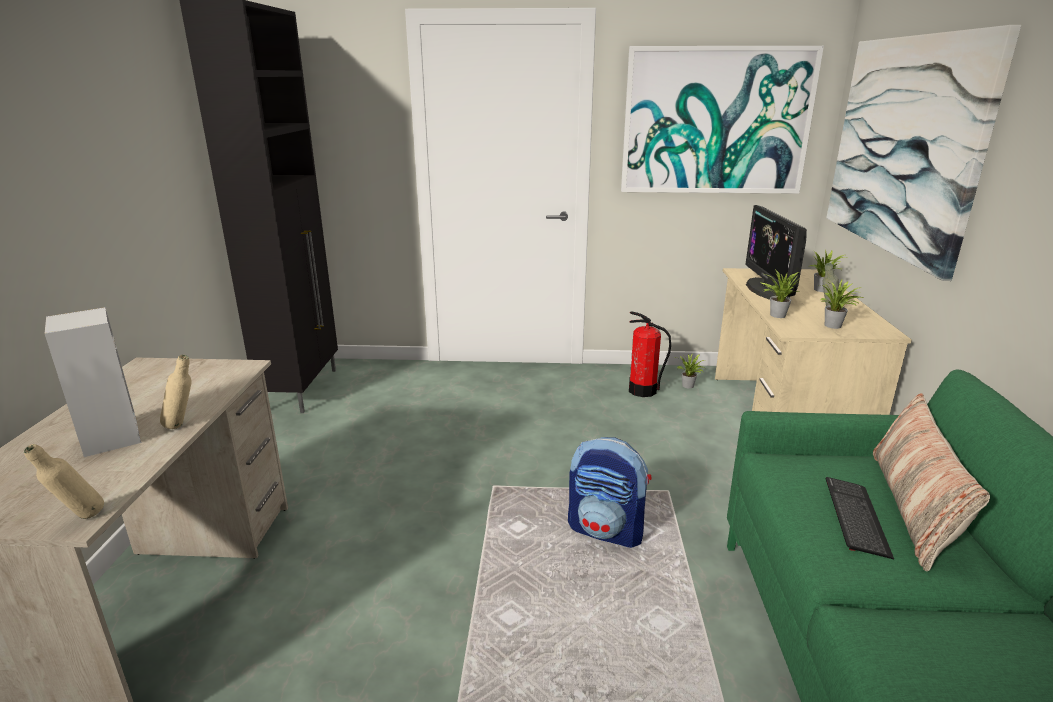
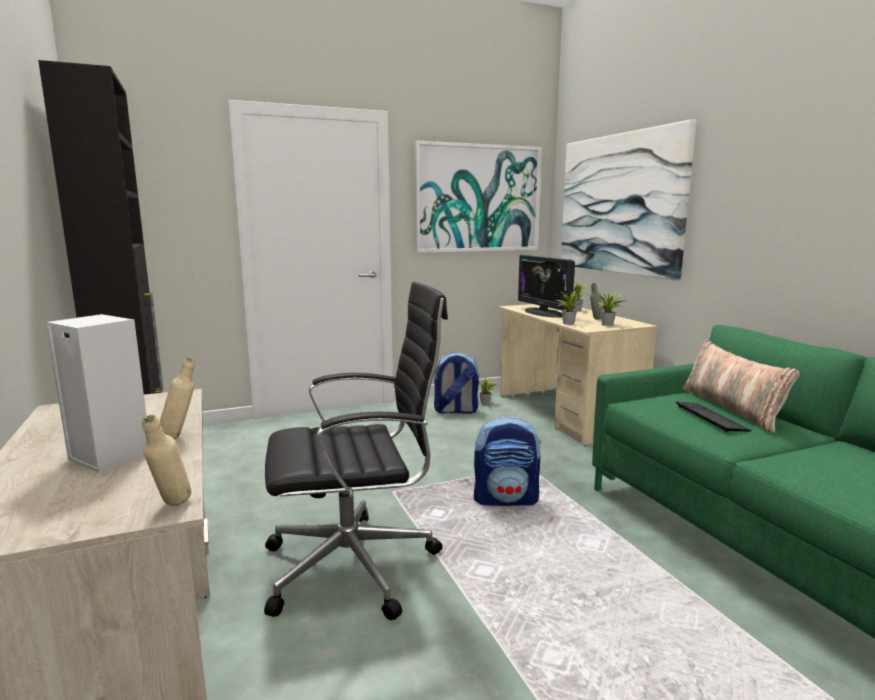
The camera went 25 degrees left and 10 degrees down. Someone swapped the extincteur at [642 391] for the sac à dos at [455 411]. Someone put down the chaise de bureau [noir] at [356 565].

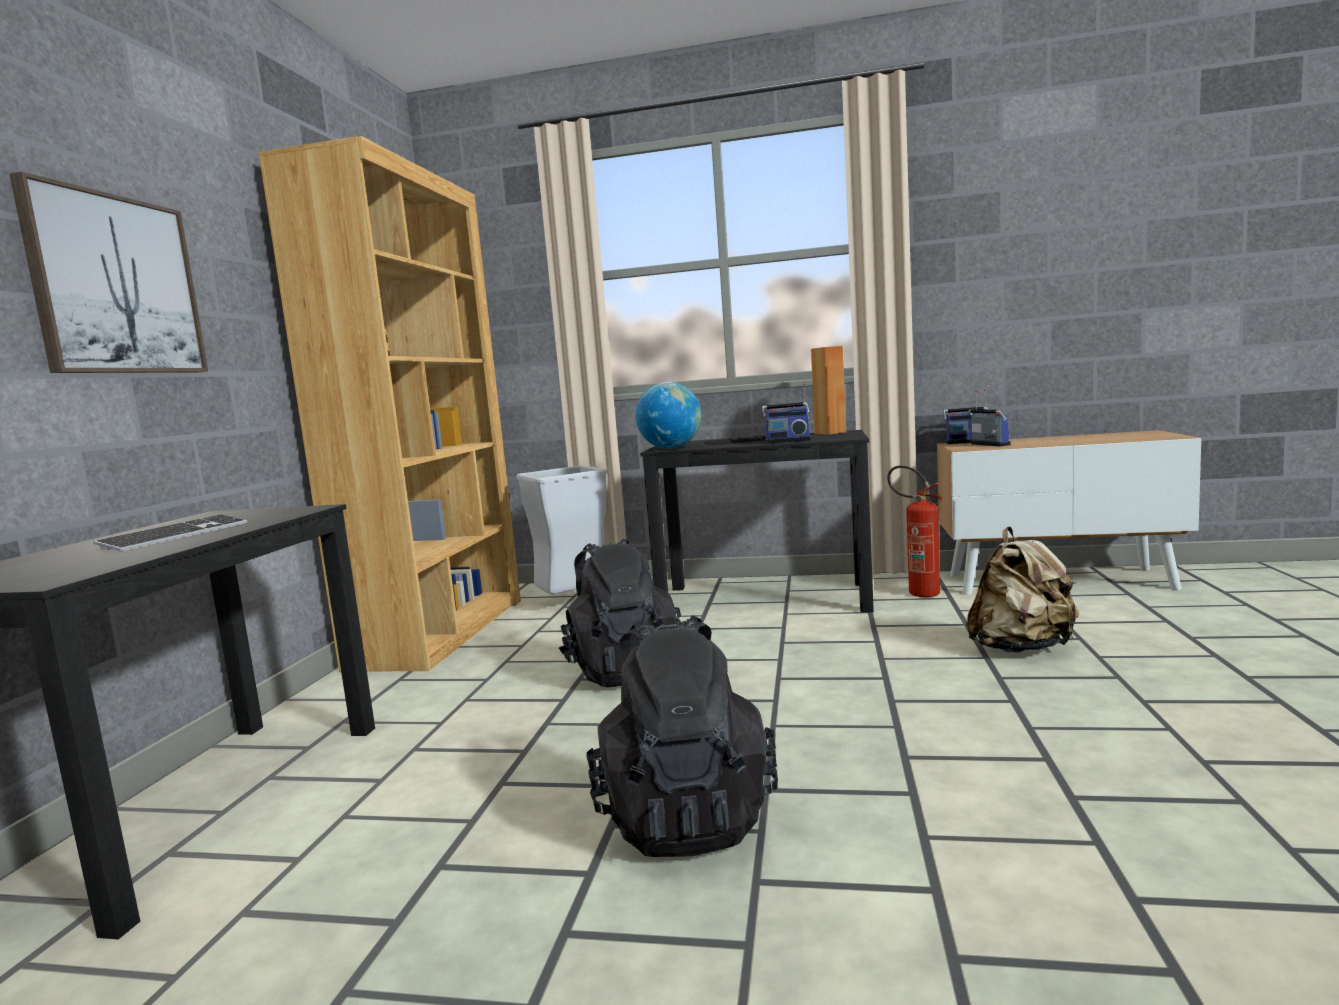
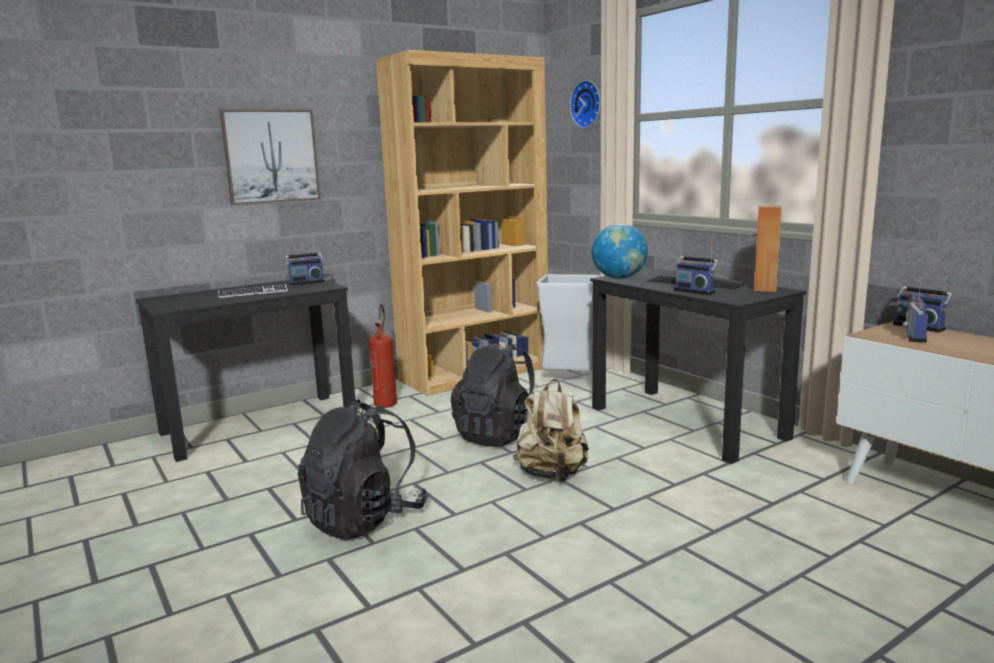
The camera went 45 degrees right and 5 degrees up. Someone carried the extincteur from [917 592] to [386 402]. Someone carried the sac à dos [beige] from [1021 648] to [552 475]. Someone put down the radio at [306 282]. Someone put up the horloge murale at [587 104].

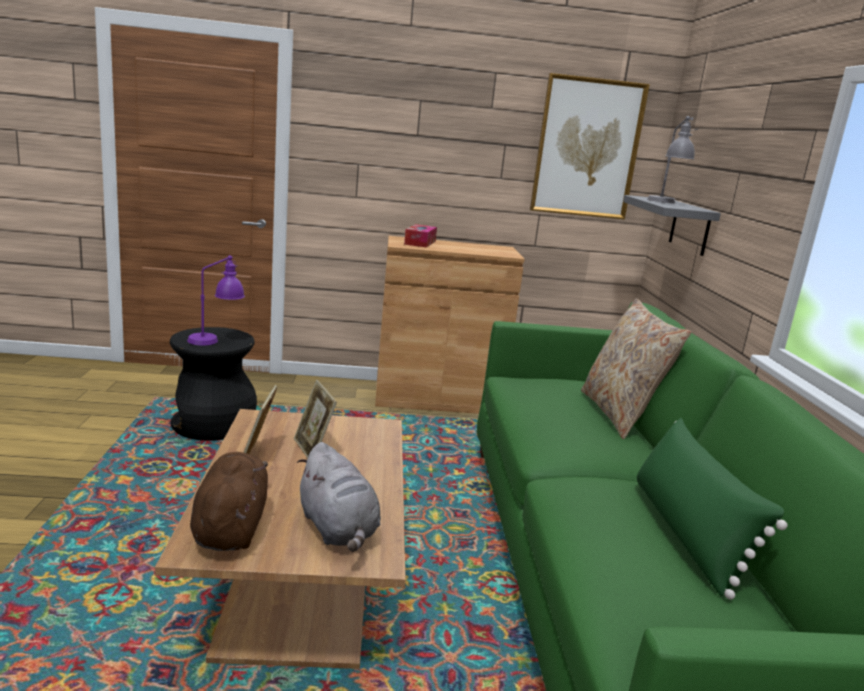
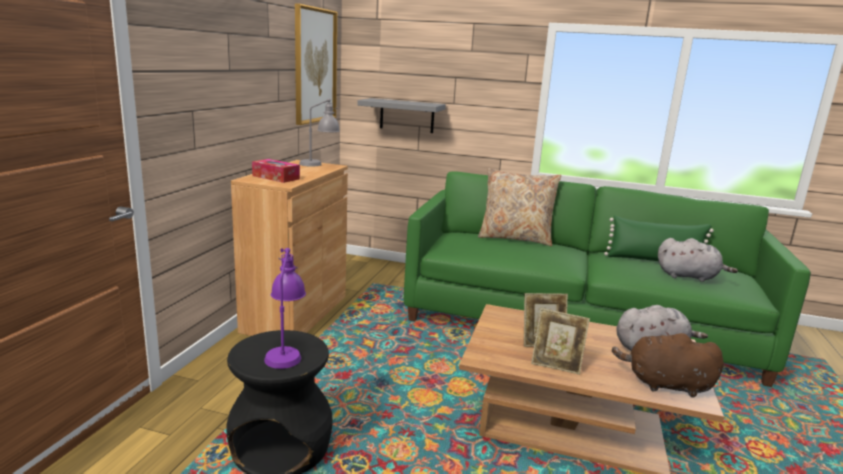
The camera went 70 degrees left and 0 degrees up. Someone carried the lampe de table [gris] from [666 202] to [319 165]. Someone put down the peluche [gris] at [689 276].

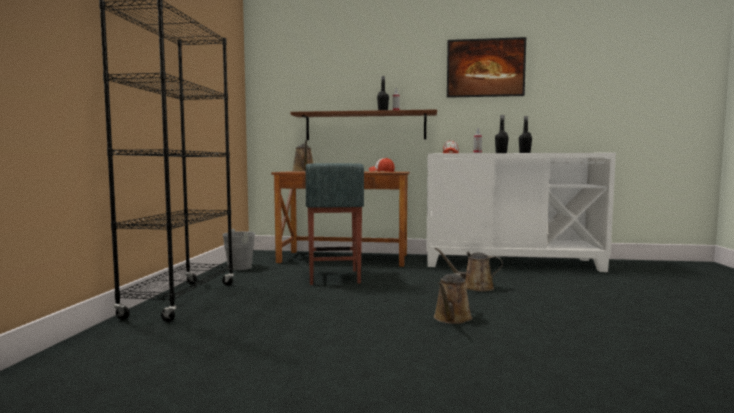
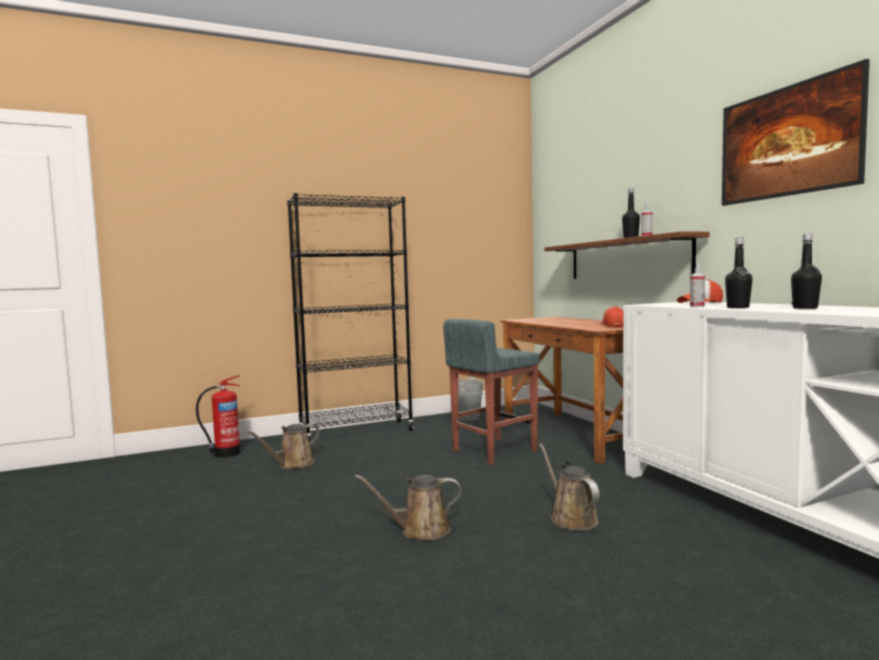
The camera went 60 degrees right and 0 degrees up. Someone carried the arrosoir [marron] from [304 171] to [293 464]. Someone put down the extincteur at [225 453].

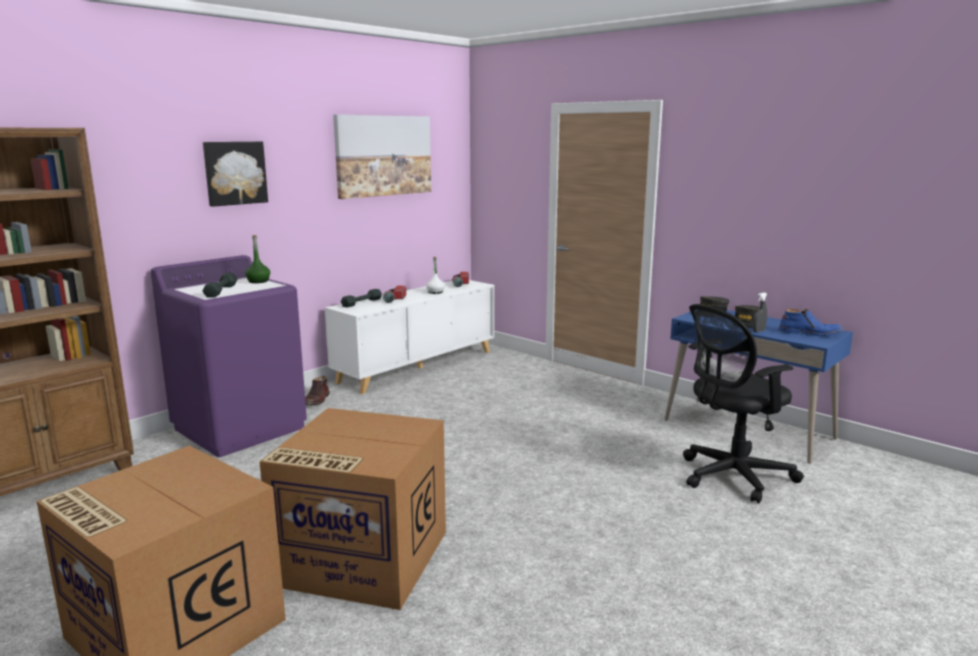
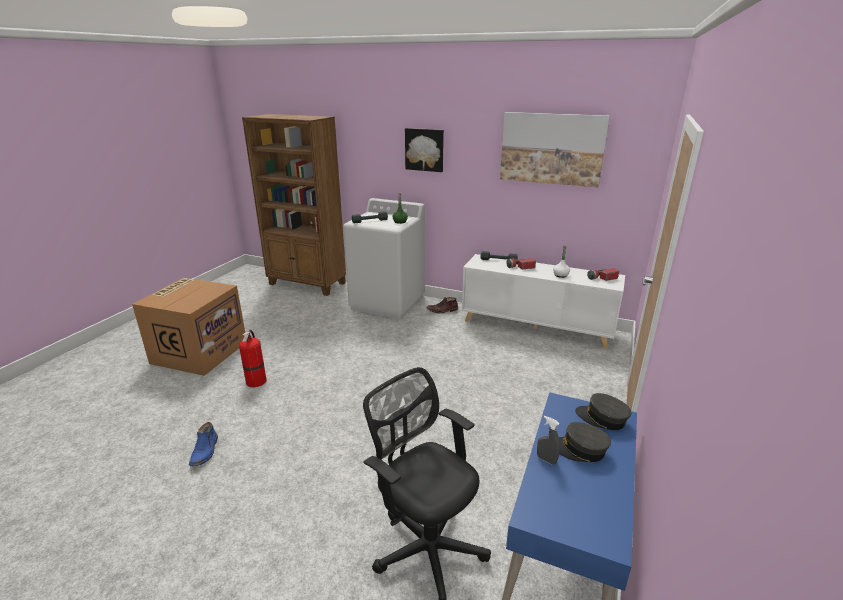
The camera went 70 degrees right and 10 degrees up. Someone repainted the lave-linge [violet] at [240 428], which became the lave-linge [blanc] at [388 302]. Someone swapped the carton at [361 558] for the extincteur at [256 380]. Someone carried the botte [bleu] from [809 333] to [205 451].

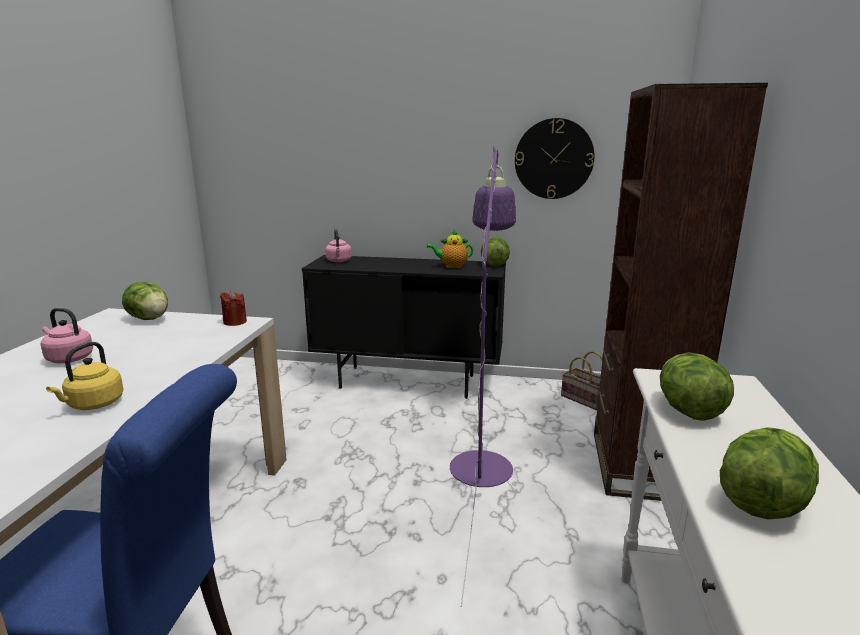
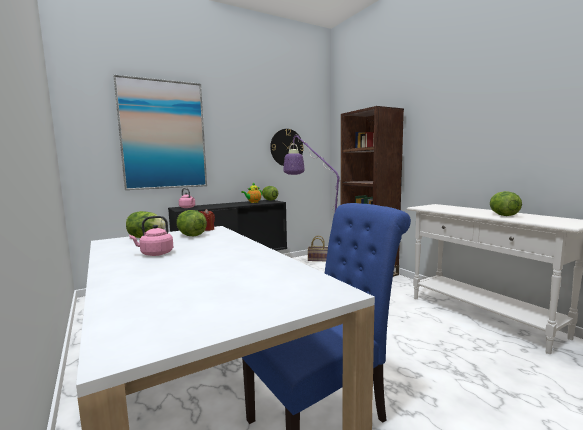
The camera went 40 degrees left and 10 degrees down. Someone took away the bouilloire [jaune] at [93 404]. Someone carried the laitue from [688 411] to [191 235]. Someone put up the tableau at [163 135].

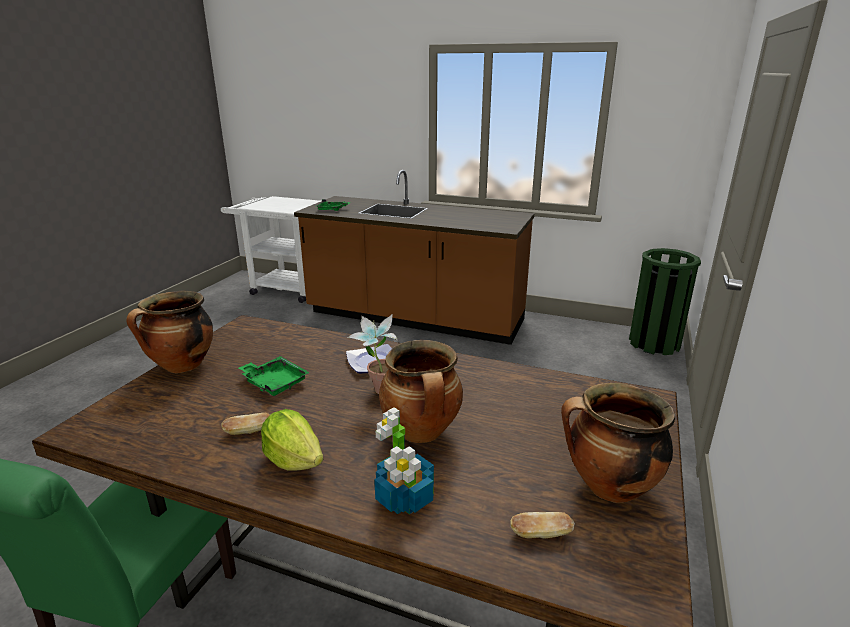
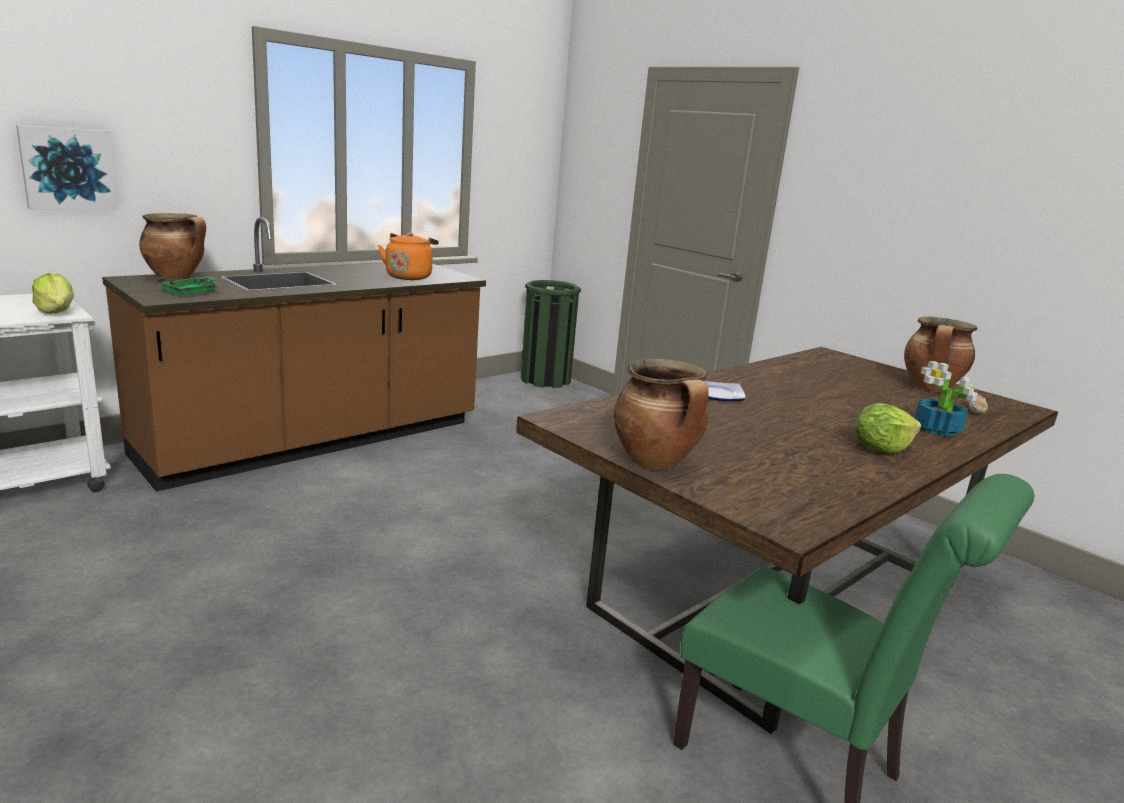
The camera went 65 degrees left and 5 degrees down. Someone took away the pain at [249 432]. Someone took away the plateau [vert] at [274 383]. Someone took away the plante en pot at [378 392]. Someone carried the marmite from [422 433] to [177 277]. Someone put up the tableau at [68 168]. Someone put down the laitue at [56 312]. Someone put down the bouilloire [orange] at [409 277].

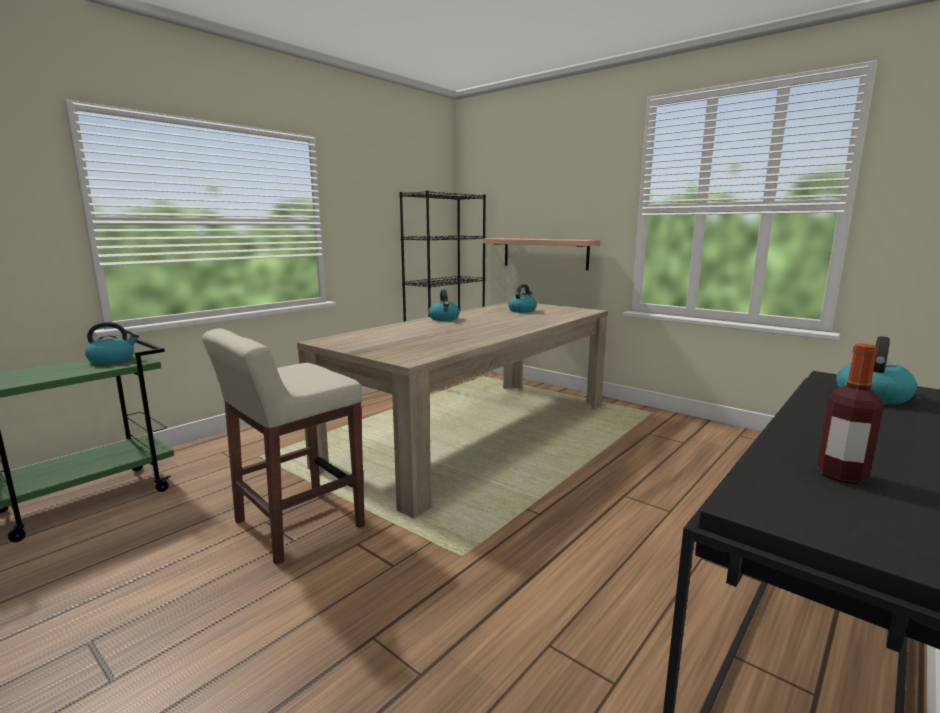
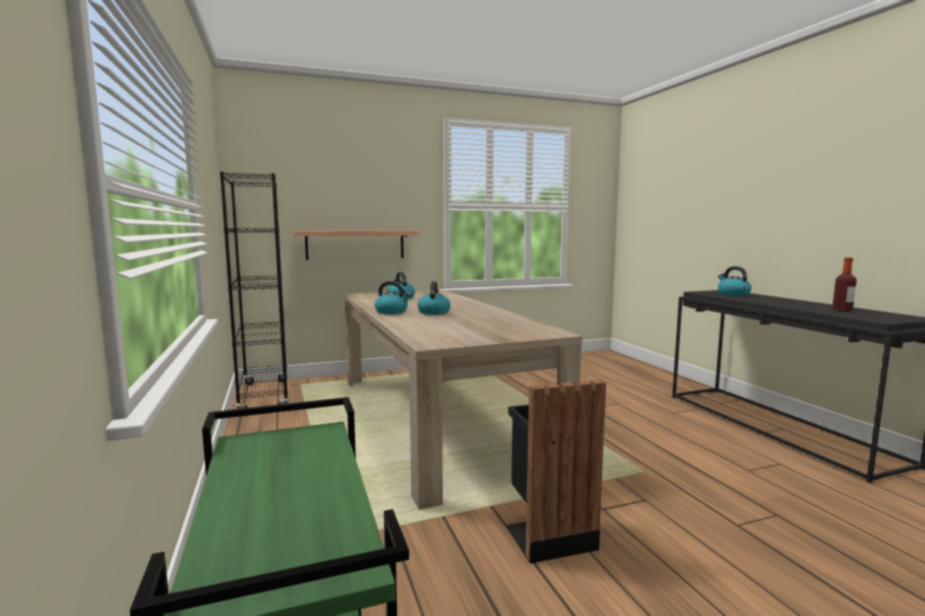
The camera went 60 degrees left and 5 degrees down. Someone carried the bouilloire from [112 360] to [433 312]. Someone swapped the tabouret [beige] at [297 525] for the poubelle [noir] at [548 534].

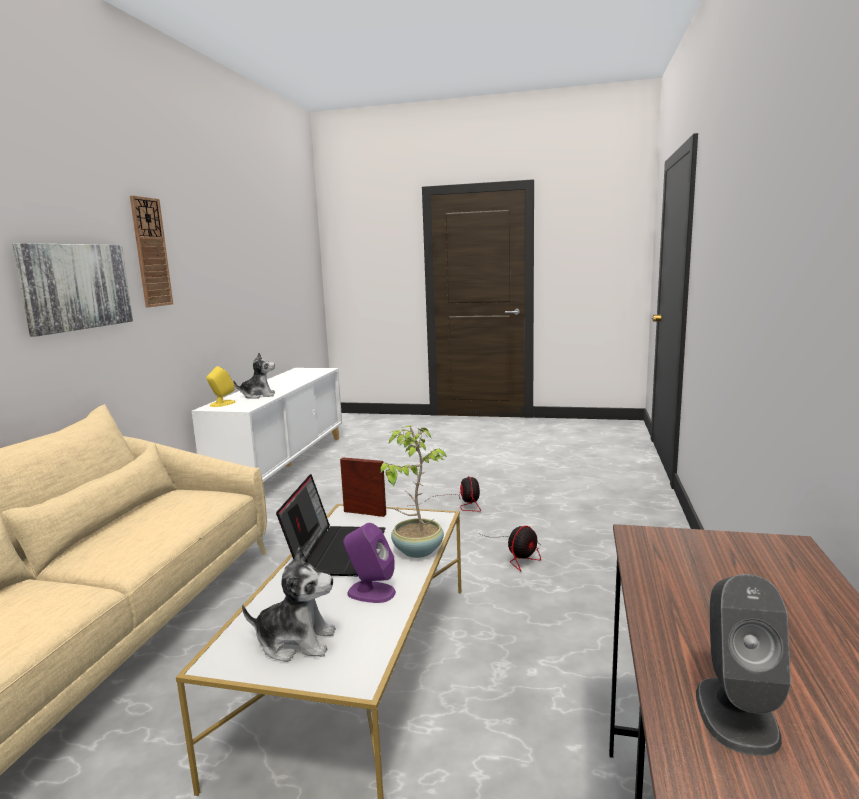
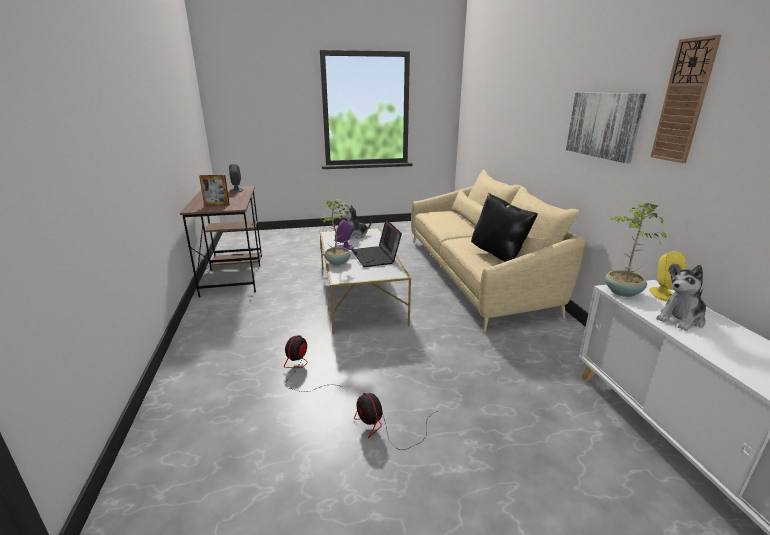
The camera went 155 degrees right and 10 degrees up. Someone carried the cadre photo from [364 513] to [217 205]. Someone put down the coussin [noir] at [499 255]. Someone put down the plante en pot at [622 292].

